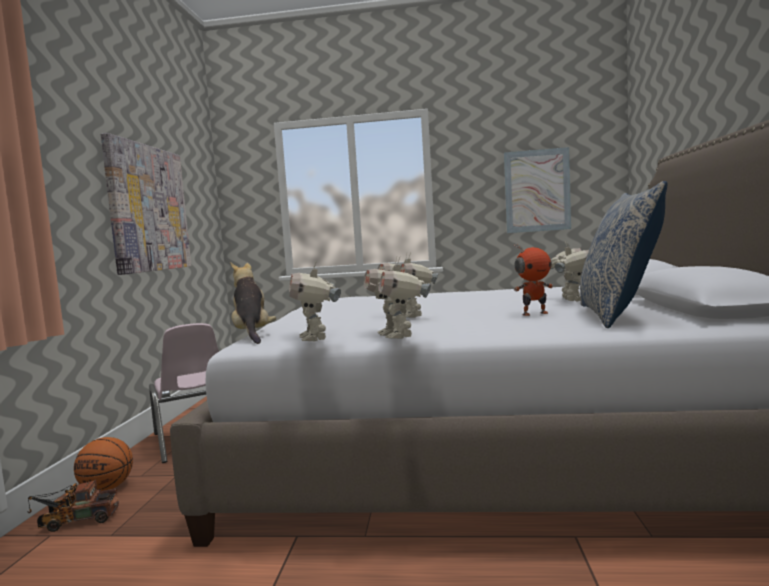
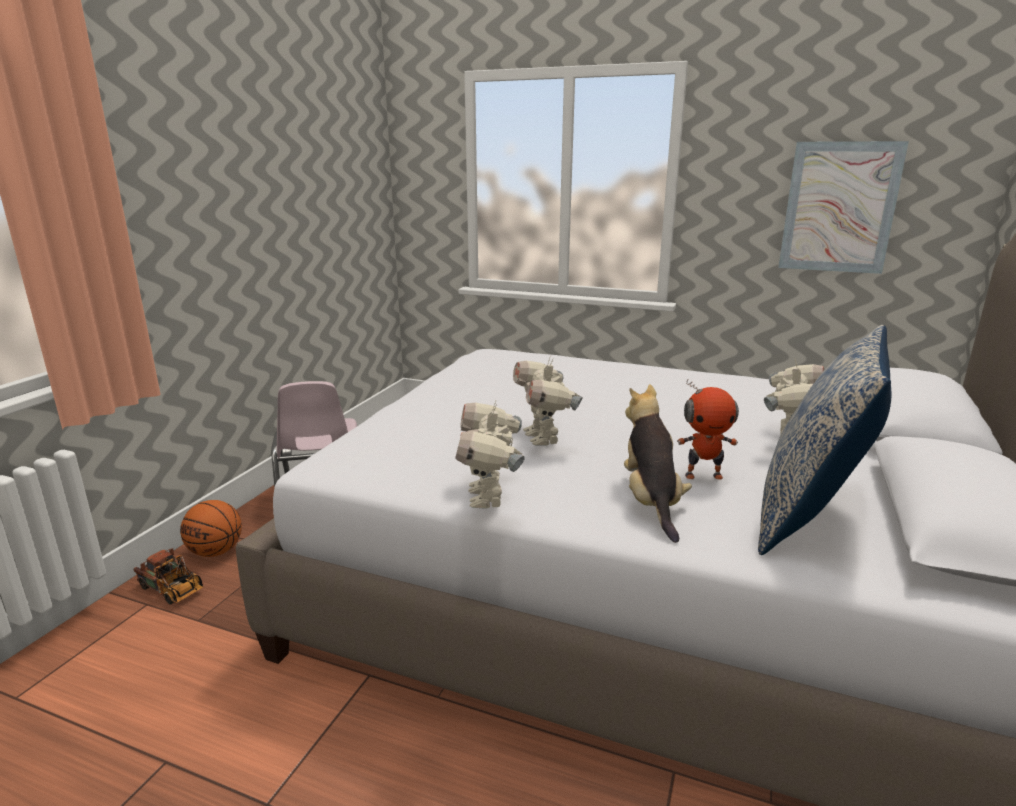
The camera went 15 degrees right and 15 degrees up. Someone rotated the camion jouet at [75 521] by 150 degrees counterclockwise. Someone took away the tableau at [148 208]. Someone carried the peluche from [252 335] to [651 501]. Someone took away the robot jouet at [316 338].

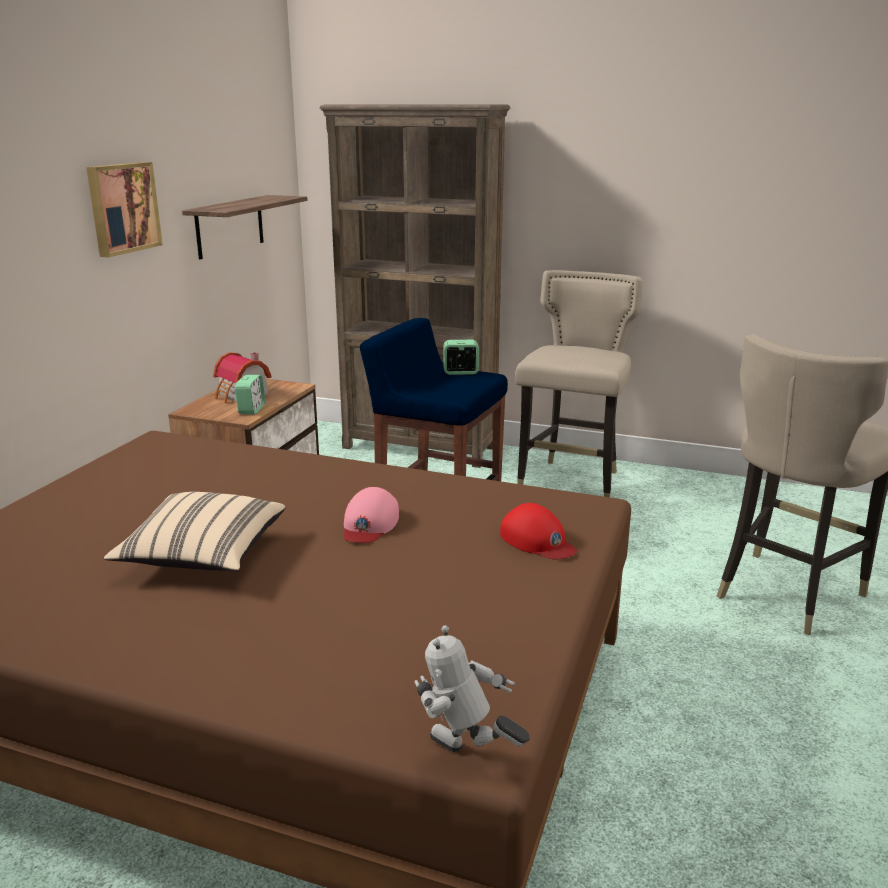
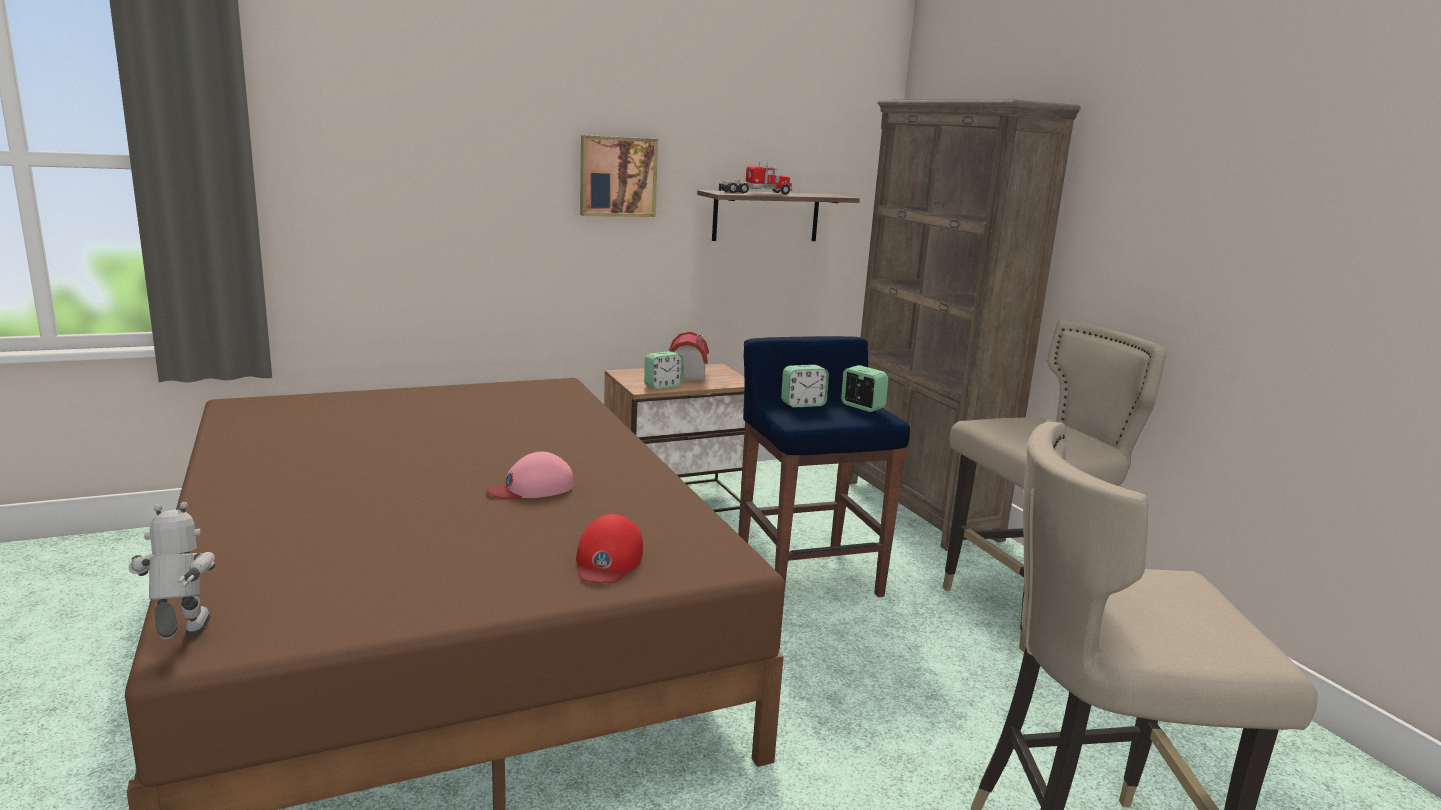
The camera went 45 degrees right and 5 degrees down. Someone took away the coussin [beige] at [203 556]. Someone put down the camion jouet at [755 193]. Someone put down the réveil at [803 404].

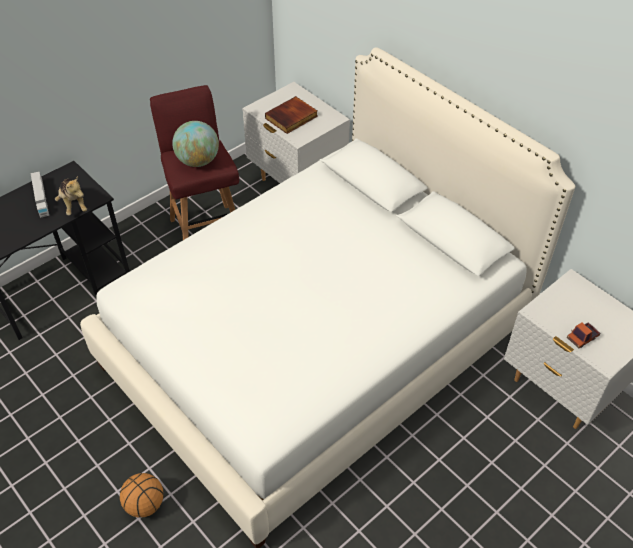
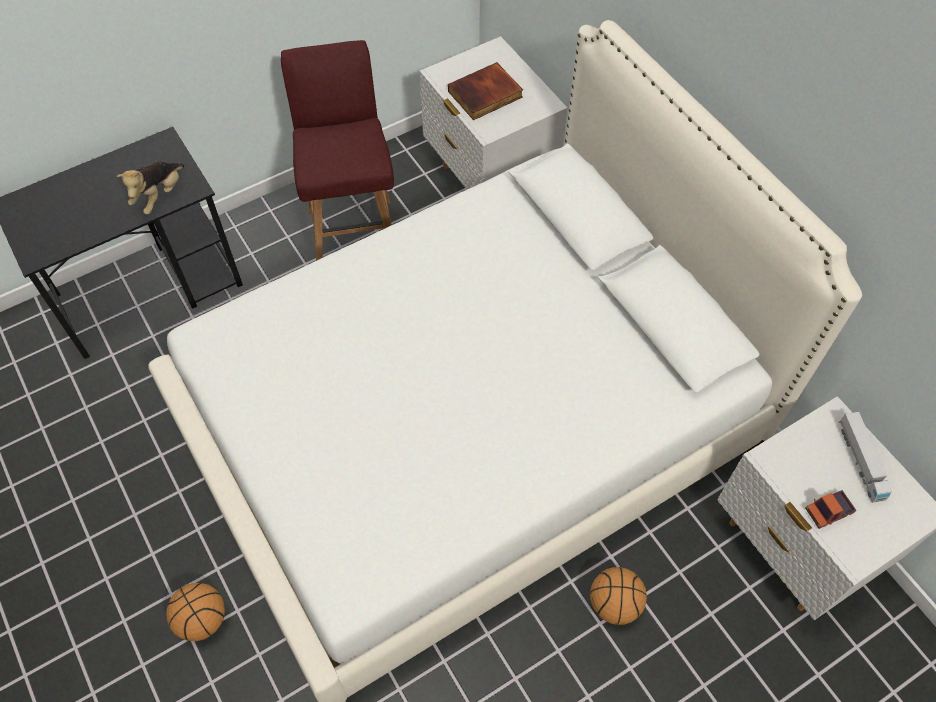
The camera went 10 degrees right and 10 degrees up. Someone carried the camion jouet from [41 199] to [860 461]. Someone rotated the peluche at [73 204] by 45 degrees clockwise. Someone took away the globe at [198 161]. Someone put down the ballon de basket at [615 604].

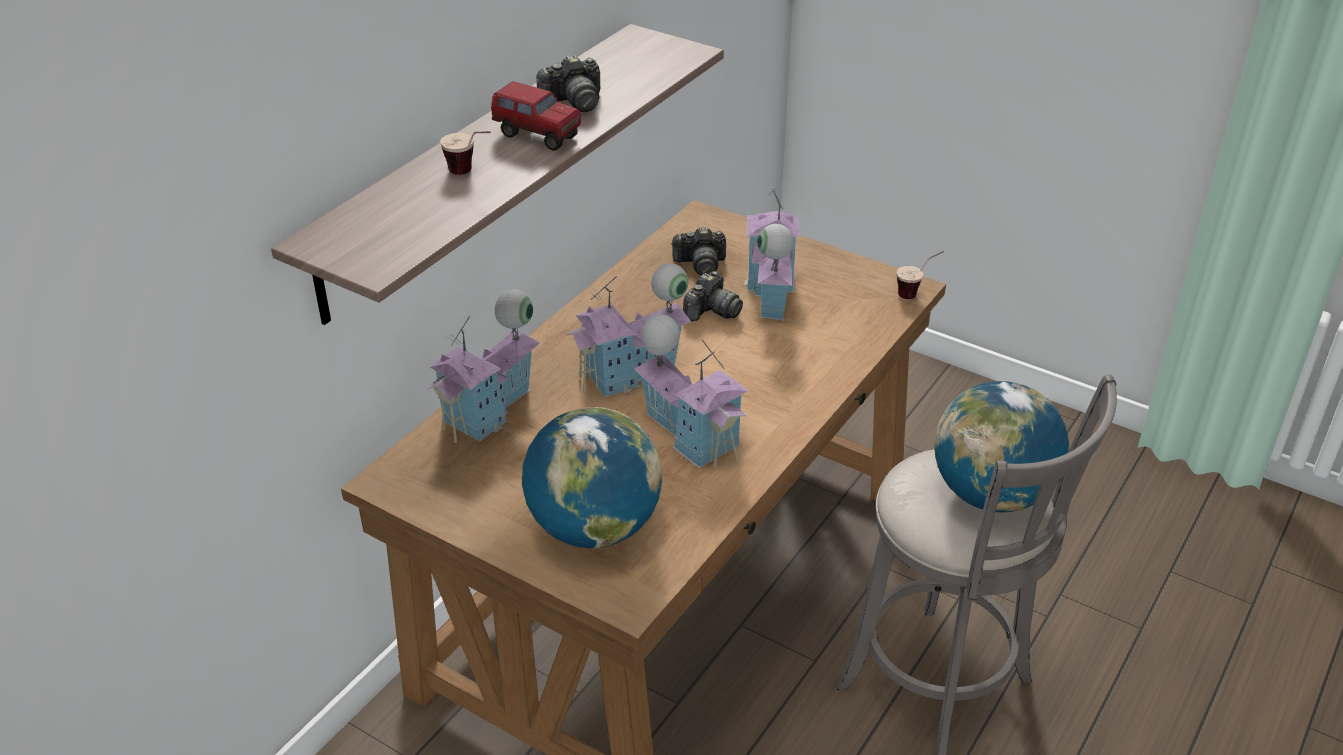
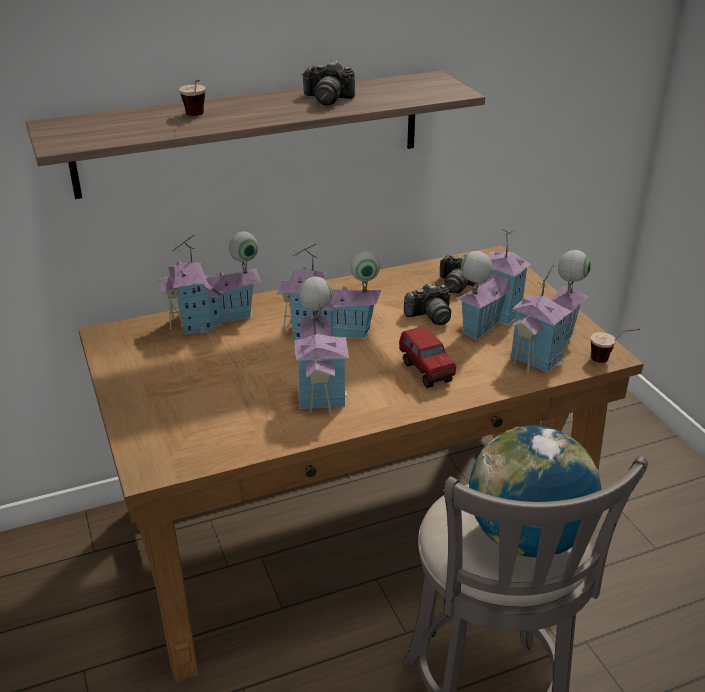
The camera went 35 degrees right and 5 degrees down. Someone carried the camion jouet from [537 136] to [426 371]. Someone took away the globe at [594 528]. Someone put down the maison miniature at [546 349].

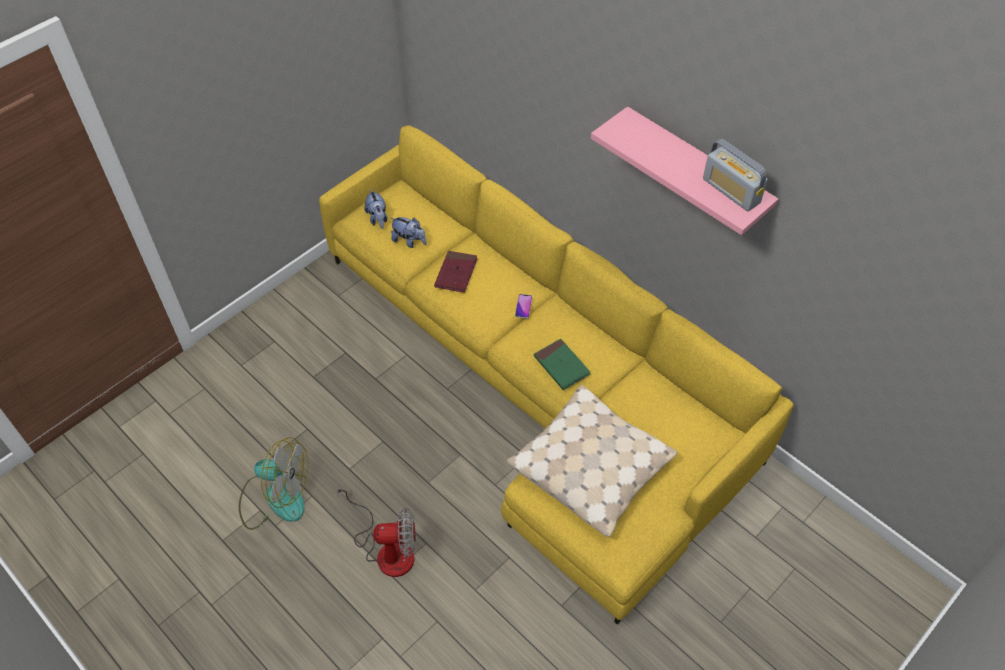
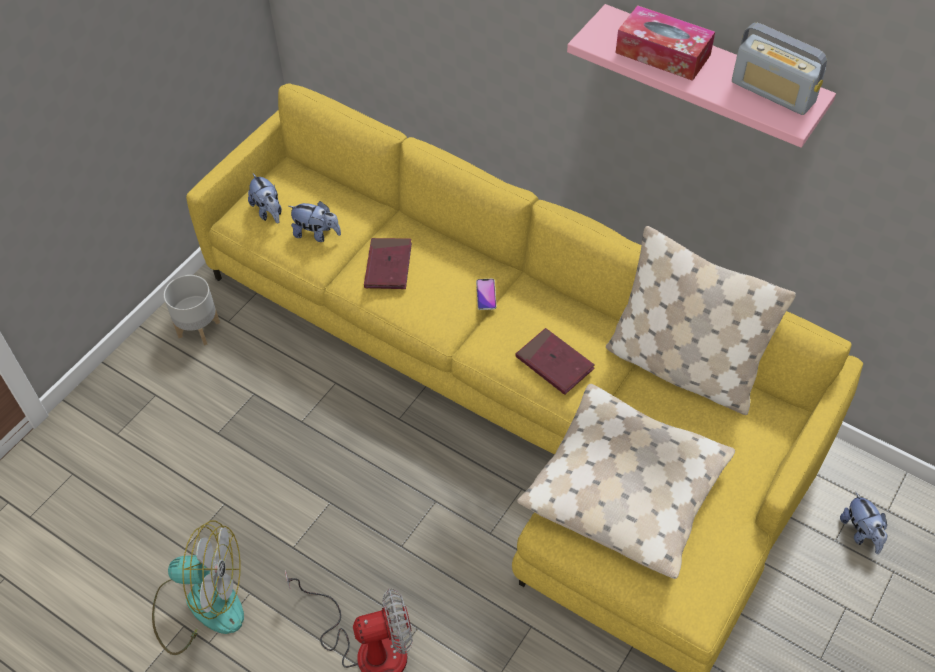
The camera went 10 degrees left and 0 degrees up. Someone repainted the livre [vert] at [561 366], which became the livre [rouge] at [554 363]. Someone put down the cache-pot [gris] at [199 328]. Someone put down the coussin [beige] at [683 367]. Someone put down the boîte à mouchoirs at [662 54]. Someone put down the peluche at [861 533].

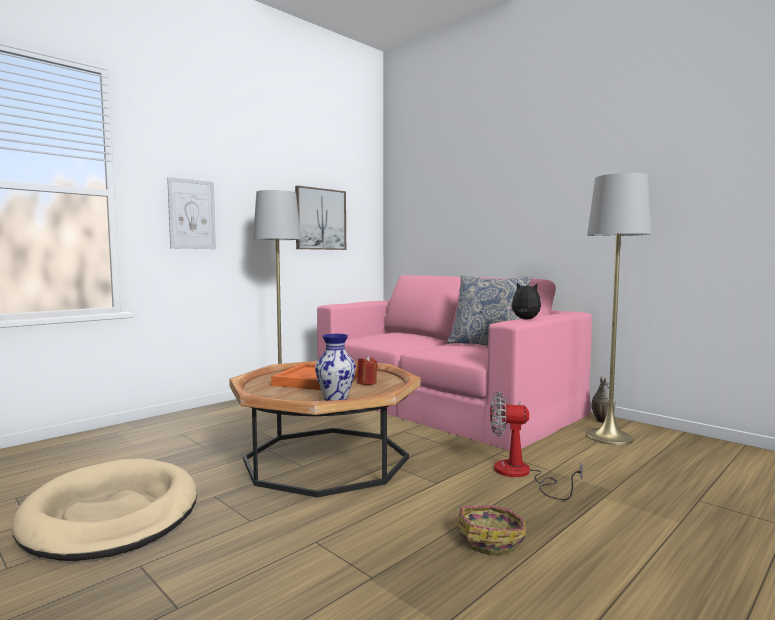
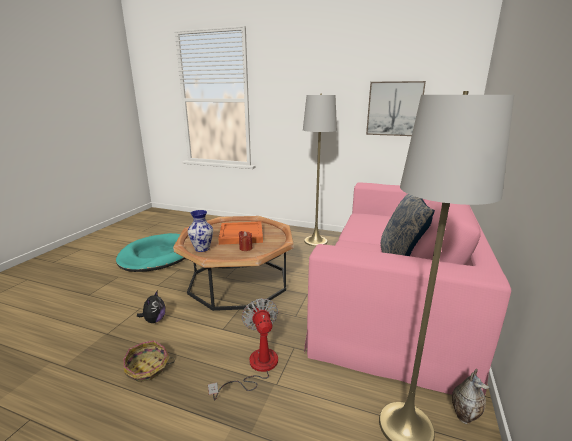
The camera went 65 degrees right and 15 degrees up. Someone repainted the panier pour chien [beige] at [111 515], which became the panier pour chien [turquoise] at [157 256]. Someone took away the tableau at [192 214]. Someone carried the peluche from [525 319] to [154 320].

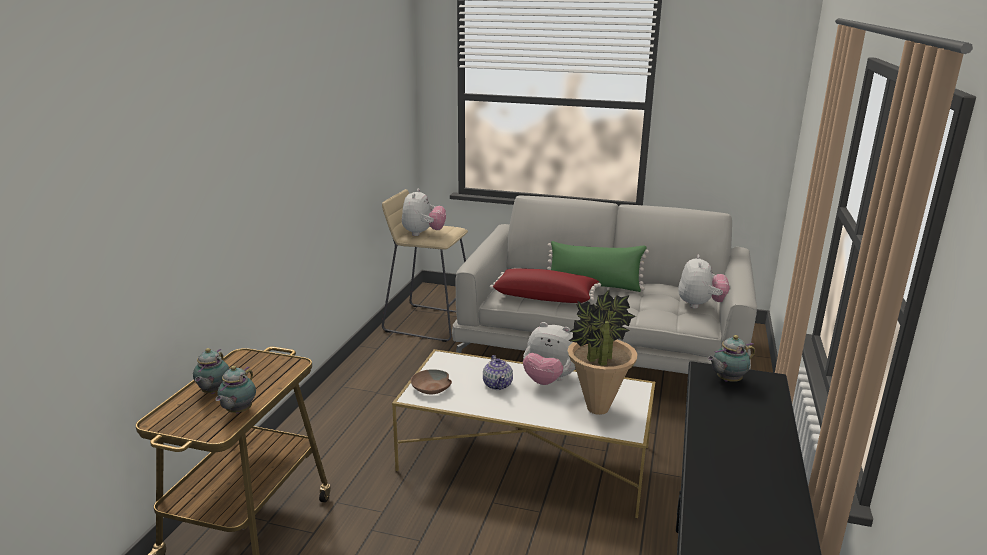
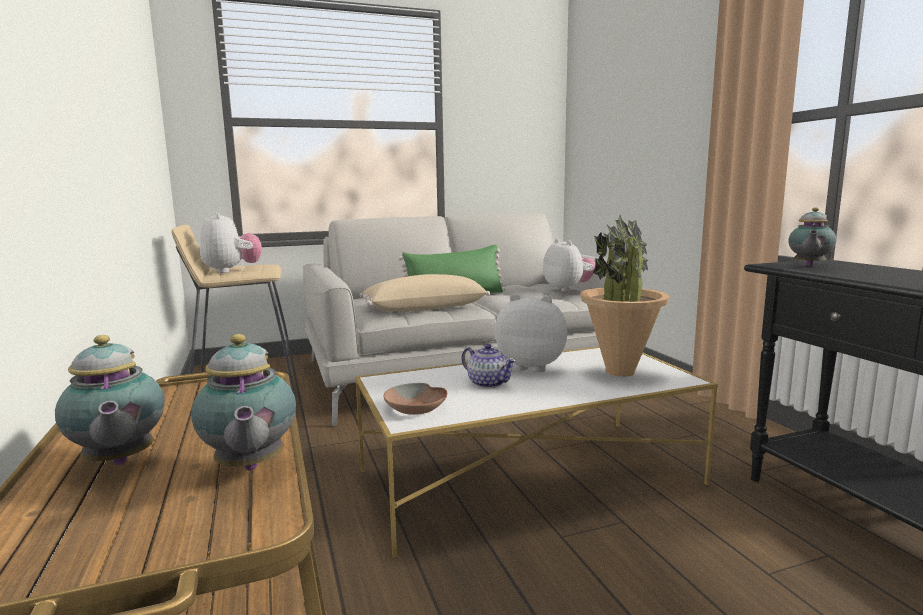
The camera went 35 degrees left and 10 degrees down. Someone repainted the coussin [rouge] at [545 297], which became the coussin [beige] at [424 308]. Someone rotated the peluche at [549 380] by 150 degrees counterclockwise.

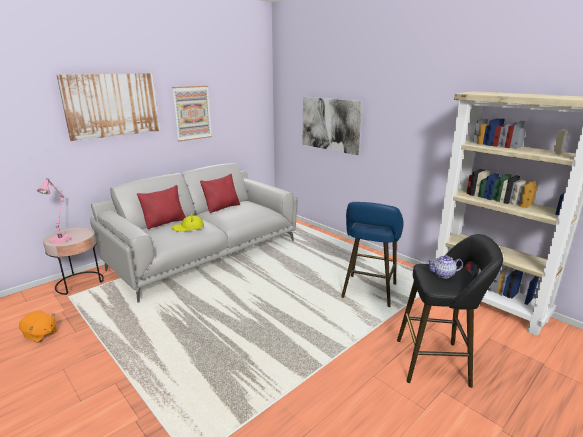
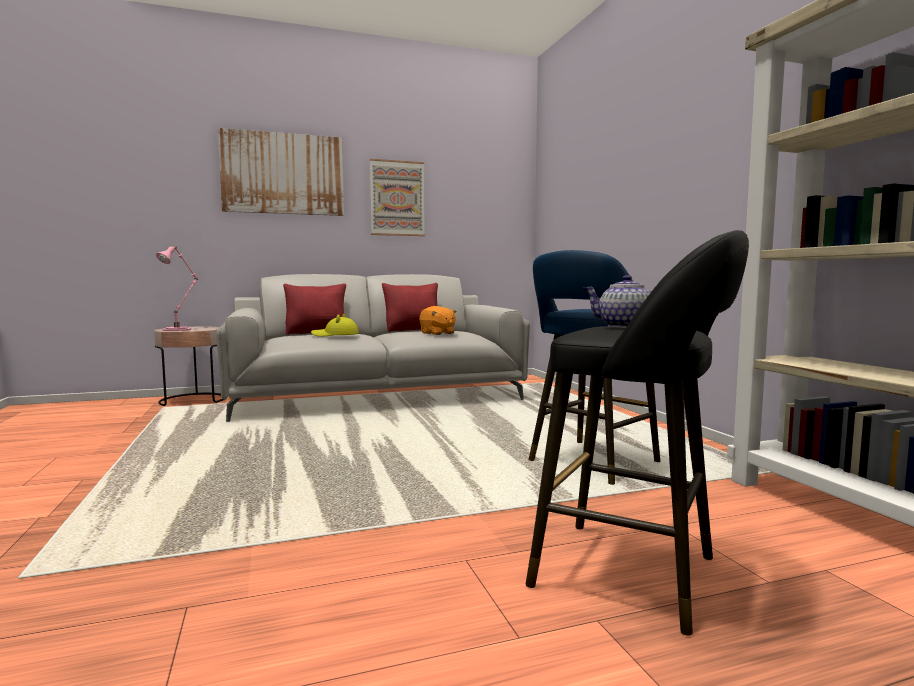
The camera went 25 degrees right and 15 degrees down. Someone carried the peluche [orange] from [40 335] to [437 333]. Someone took away the tableau at [330 124].

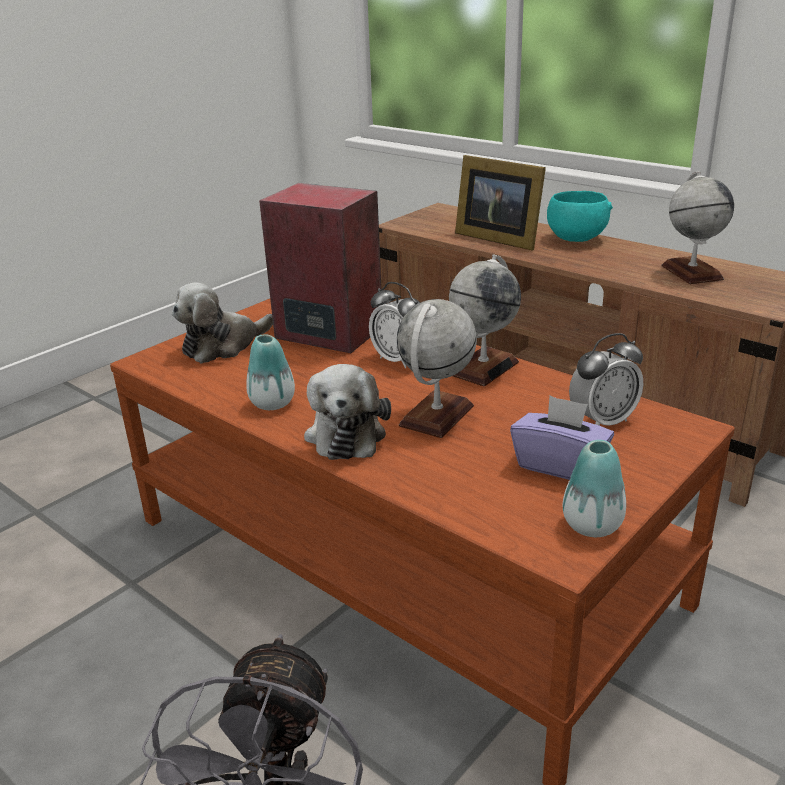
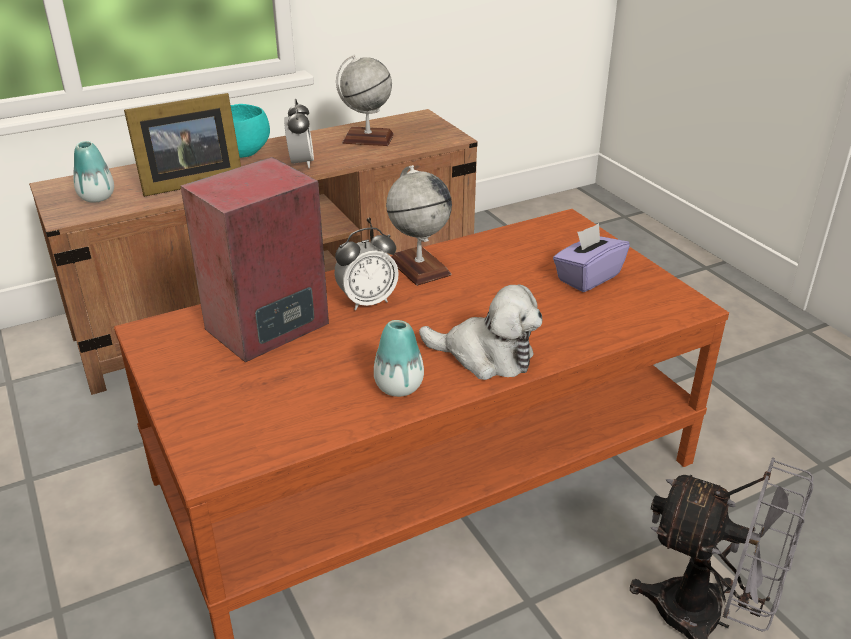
The camera went 70 degrees left and 5 degrees up. Someone took away the peluche at [223 345]. Someone took away the globe at [436 416]. Someone carried the vase from [592 526] to [97 198]. Someone carried the réveil from [602 421] to [301 163].

